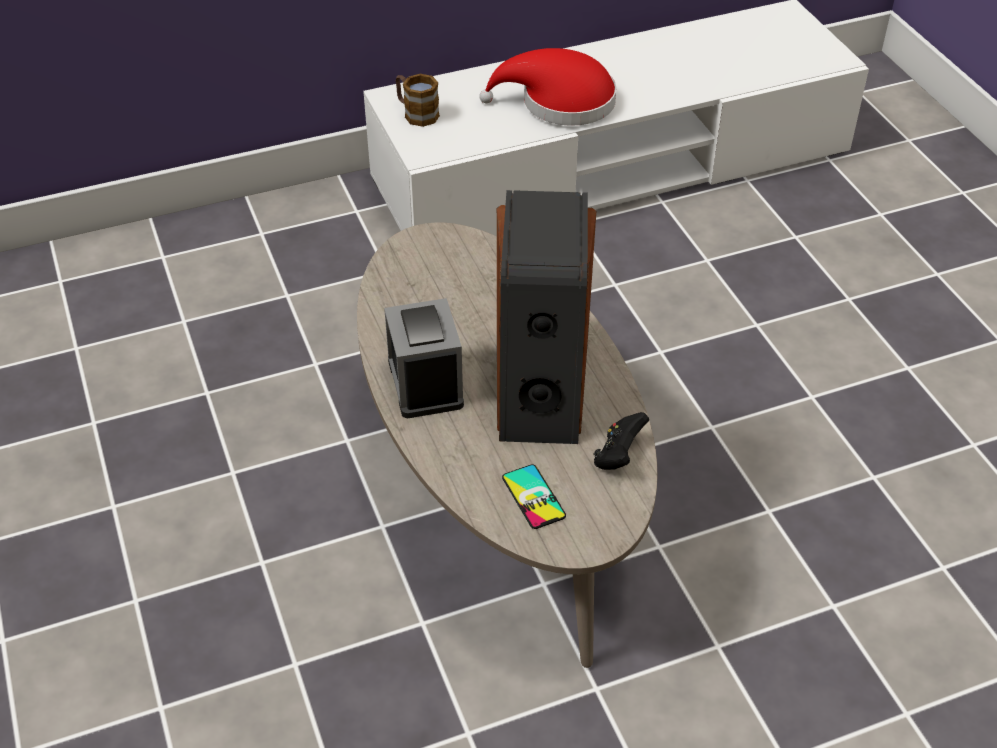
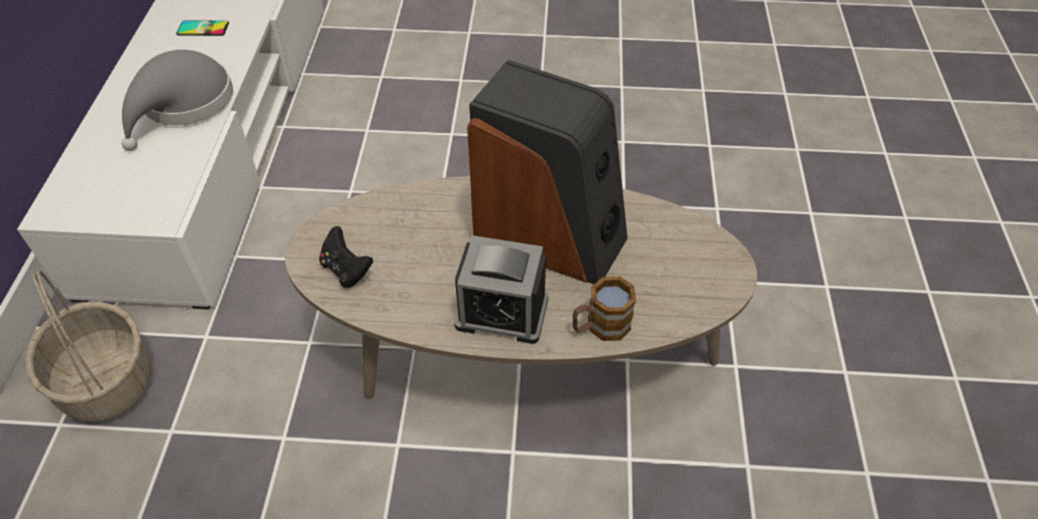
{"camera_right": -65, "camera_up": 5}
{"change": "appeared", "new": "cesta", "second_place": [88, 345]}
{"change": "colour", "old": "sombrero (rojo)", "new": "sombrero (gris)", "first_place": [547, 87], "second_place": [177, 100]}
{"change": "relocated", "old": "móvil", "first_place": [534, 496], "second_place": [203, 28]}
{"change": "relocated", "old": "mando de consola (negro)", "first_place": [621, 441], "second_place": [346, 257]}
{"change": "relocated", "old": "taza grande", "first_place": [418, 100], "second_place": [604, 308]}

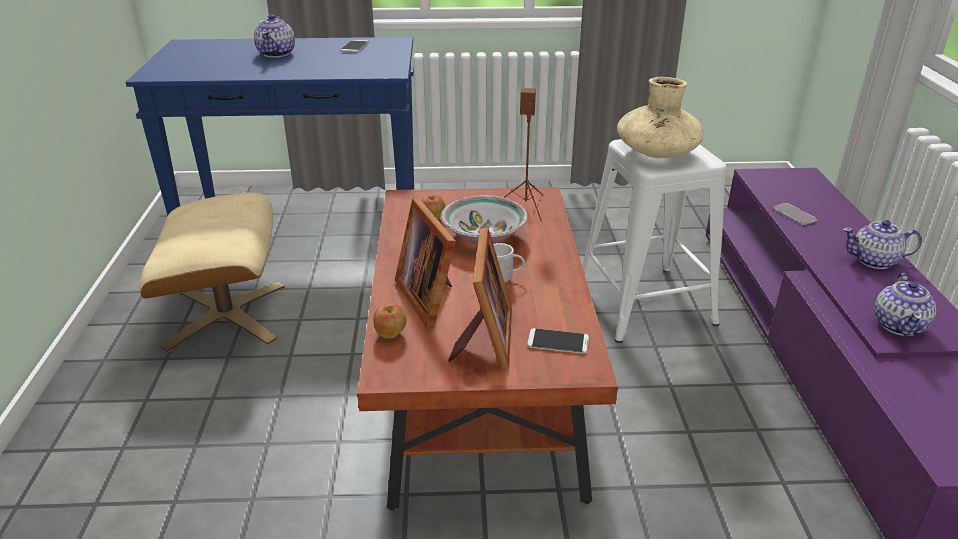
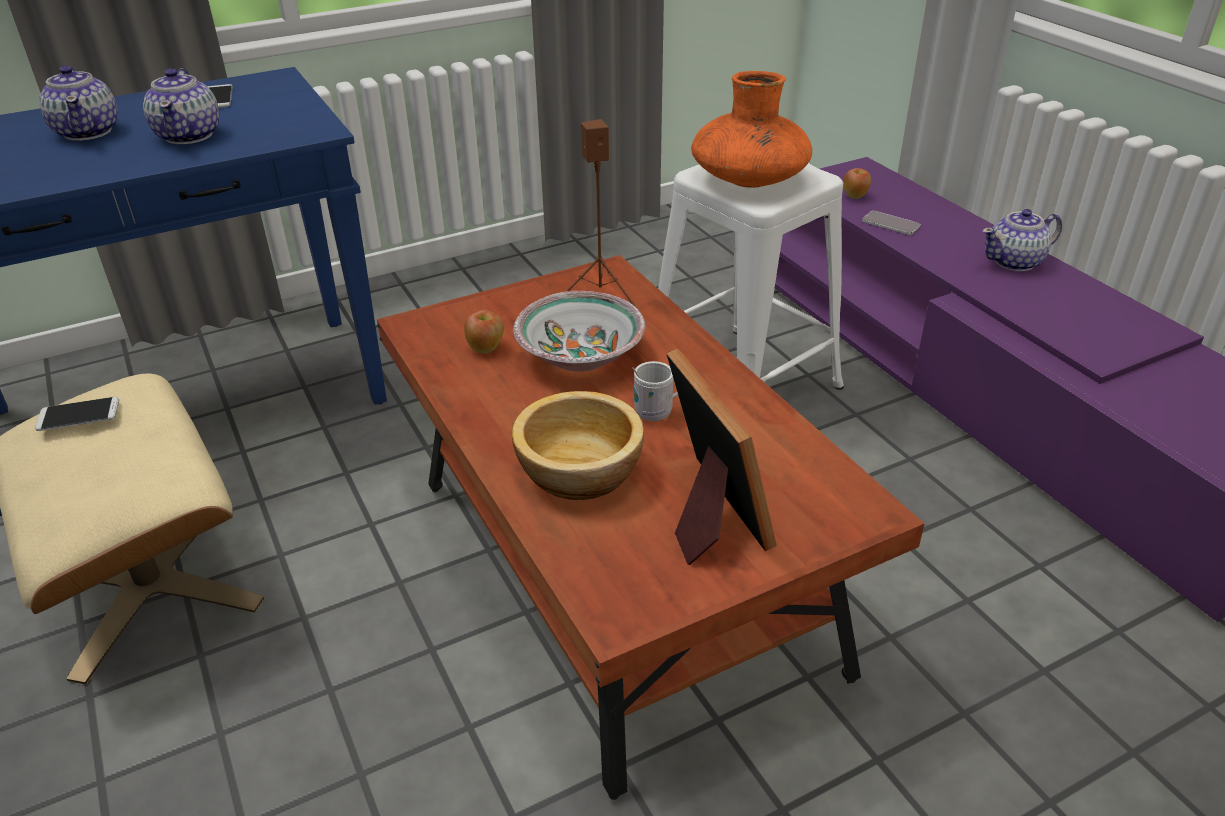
{"camera_right": -25, "camera_up": 5}
{"change": "relocated", "old": "móvil", "first_place": [558, 341], "second_place": [77, 414]}
{"change": "relocated", "old": "tetera", "first_place": [905, 304], "second_place": [181, 106]}
{"change": "exchanged", "old": "portarretratos", "new": "cuenco", "first_place": [425, 263], "second_place": [578, 445]}
{"change": "colour", "old": "florero (beis)", "new": "florero (naranja)", "first_place": [660, 118], "second_place": [751, 129]}
{"change": "relocated", "old": "manzana", "first_place": [390, 321], "second_place": [857, 183]}

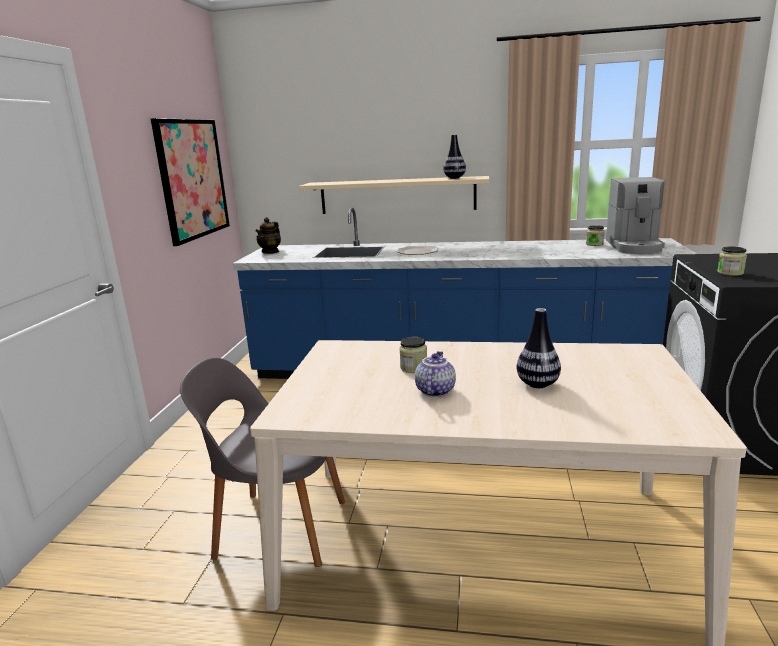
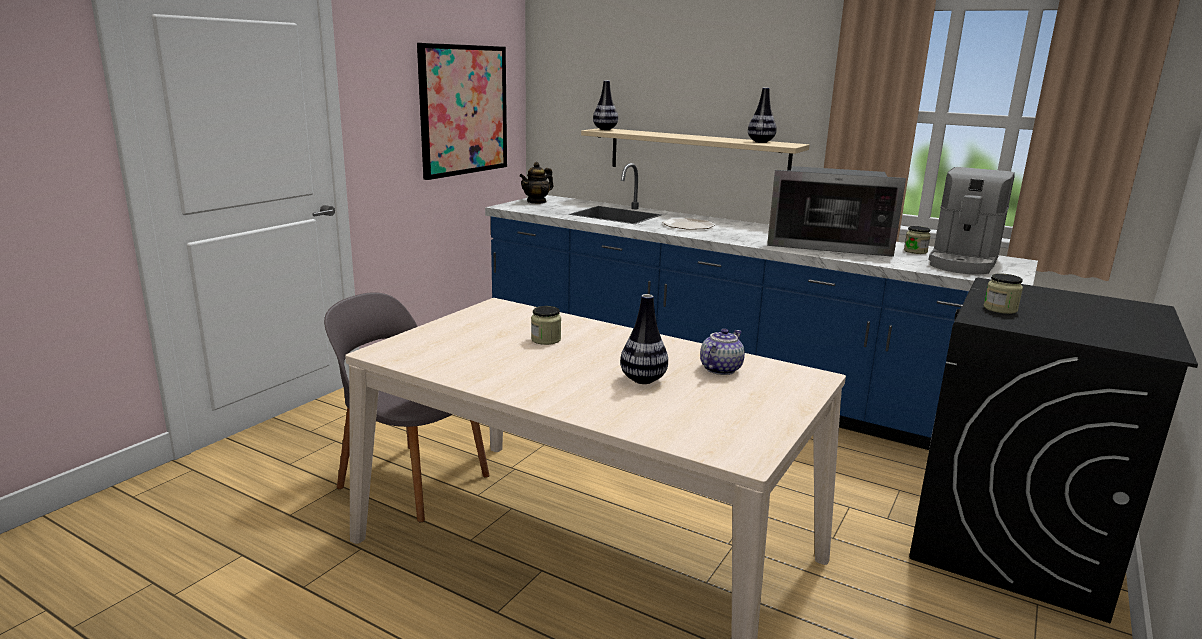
{"camera_right": 20, "camera_up": 0}
{"change": "appeared", "new": "florero", "second_place": [605, 105]}
{"change": "relocated", "old": "tetera", "first_place": [435, 374], "second_place": [722, 352]}
{"change": "appeared", "new": "microondas", "second_place": [836, 211]}

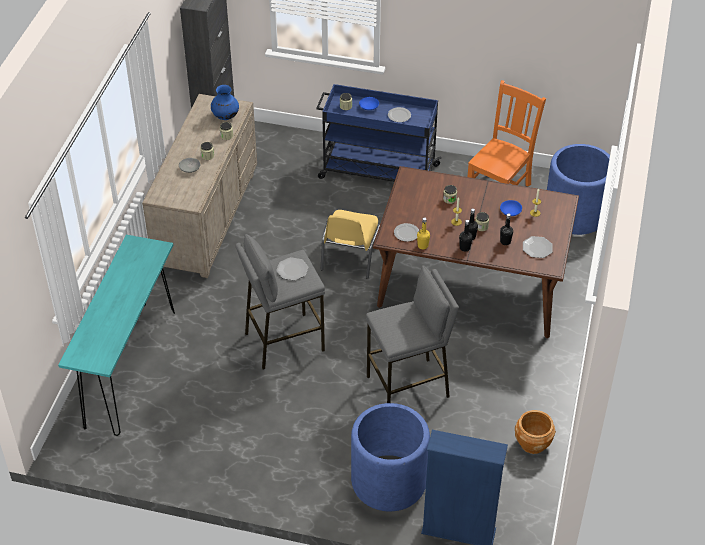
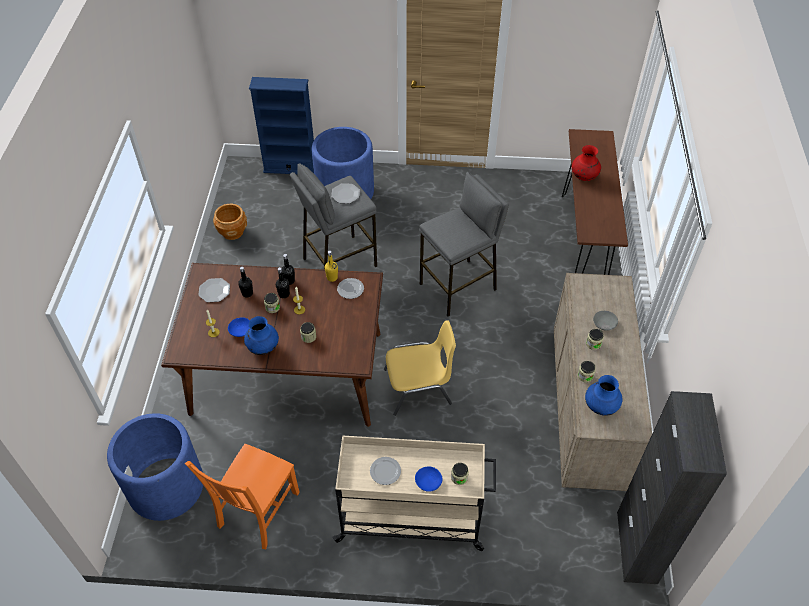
{"camera_right": 170, "camera_up": 5}
{"change": "appeared", "new": "florero (azul)", "second_place": [261, 335]}
{"change": "relocated", "old": "plato", "first_place": [292, 268], "second_place": [345, 193]}
{"change": "colour", "old": "carrito (azul)", "new": "carrito (beis)", "first_place": [379, 133], "second_place": [414, 493]}
{"change": "spun", "old": "silla (amarillo)", "first_place": [350, 244], "second_place": [420, 368], "degrees": 75}
{"change": "colour", "old": "mesa consola (turquesa)", "new": "mesa consola (marrón)", "first_place": [116, 335], "second_place": [595, 202]}
{"change": "appeared", "new": "florero (rojo)", "second_place": [586, 163]}

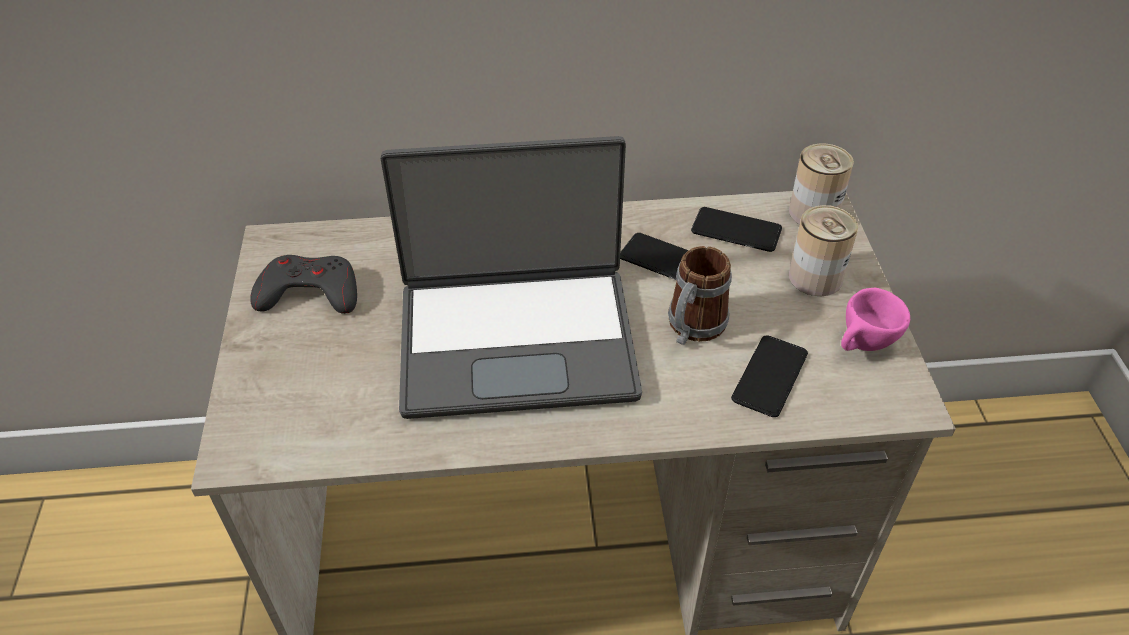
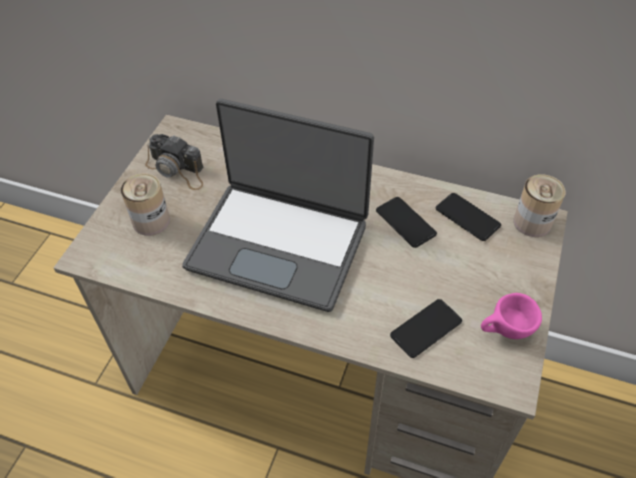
{"camera_right": 25, "camera_up": 5}
{"change": "relocated", "old": "lata", "first_place": [823, 250], "second_place": [145, 204]}
{"change": "exchanged", "old": "mando de consola (gris)", "new": "cámara", "first_place": [303, 284], "second_place": [174, 162]}
{"change": "missing", "old": "taza grande", "first_place": [700, 295]}

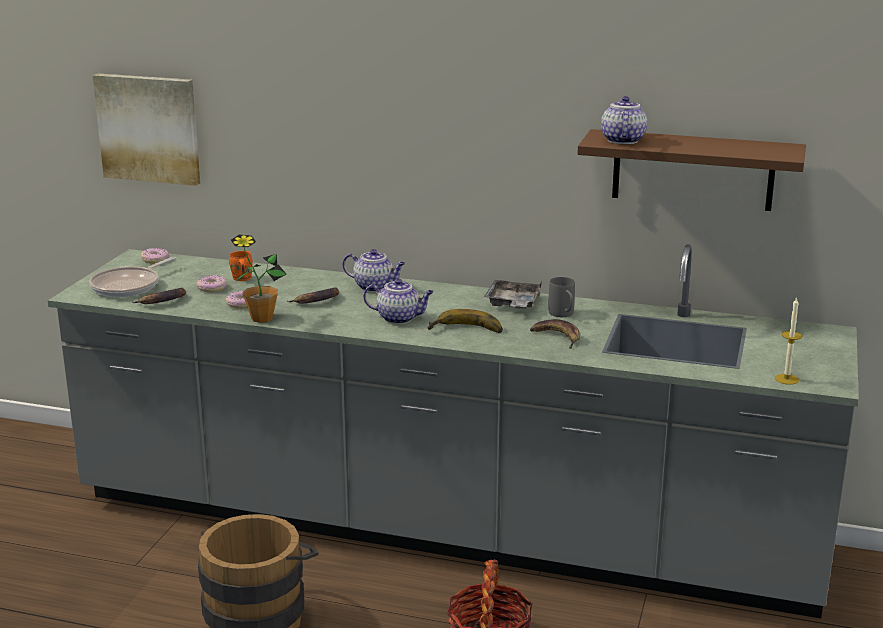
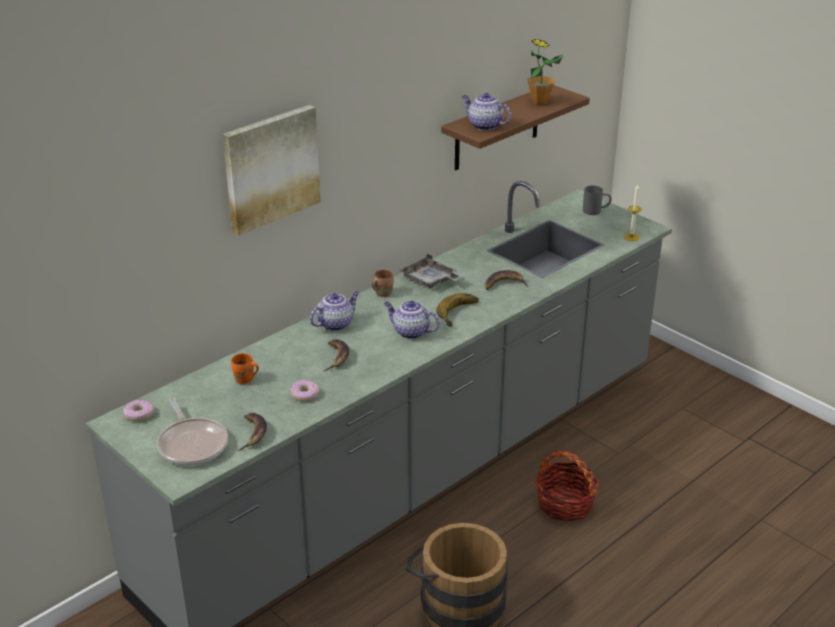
{"camera_right": -60, "camera_up": 10}
{"change": "relocated", "old": "cuadro", "first_place": [146, 130], "second_place": [272, 170]}
{"change": "appeared", "new": "taza grande (marrón)", "second_place": [383, 283]}
{"change": "spun", "old": "tetera", "first_place": [398, 301], "second_place": [412, 320], "degrees": -105}
{"change": "relocated", "old": "planta en maceta", "first_place": [259, 279], "second_place": [546, 72]}
{"change": "relocated", "old": "taza grande (gris)", "first_place": [561, 297], "second_place": [597, 200]}
{"change": "missing", "old": "rosquilla", "first_place": [212, 283]}

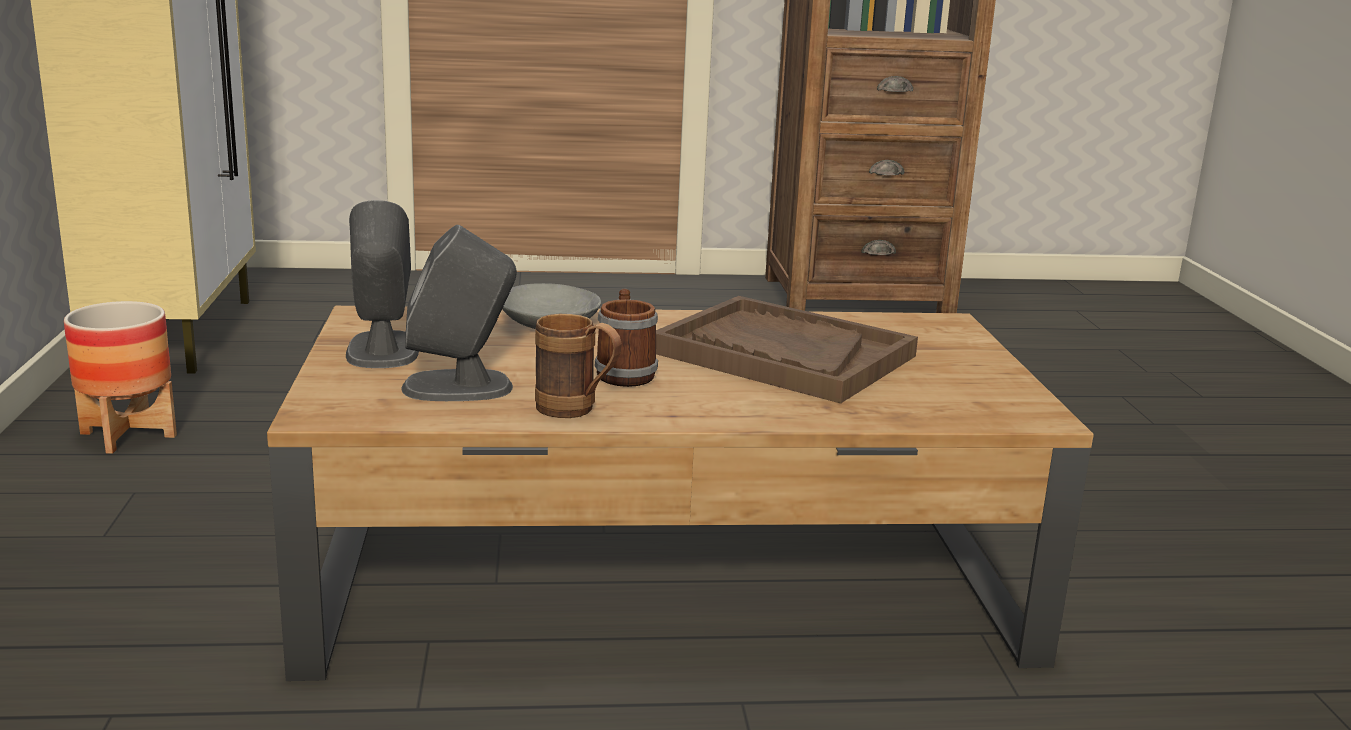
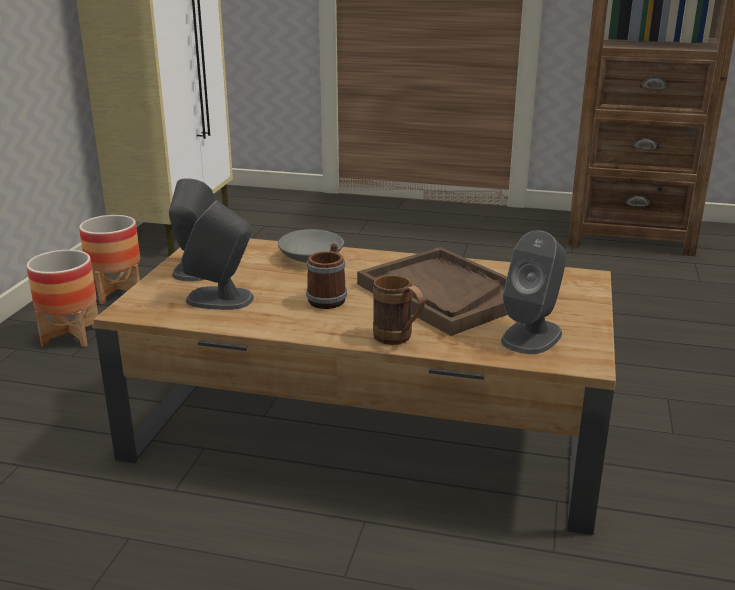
{"camera_right": 20, "camera_up": 5}
{"change": "appeared", "new": "maceta", "second_place": [62, 298]}
{"change": "relocated", "old": "taza grande (marrón)", "first_place": [578, 366], "second_place": [399, 310]}
{"change": "appeared", "new": "altavoz (gris)", "second_place": [533, 292]}

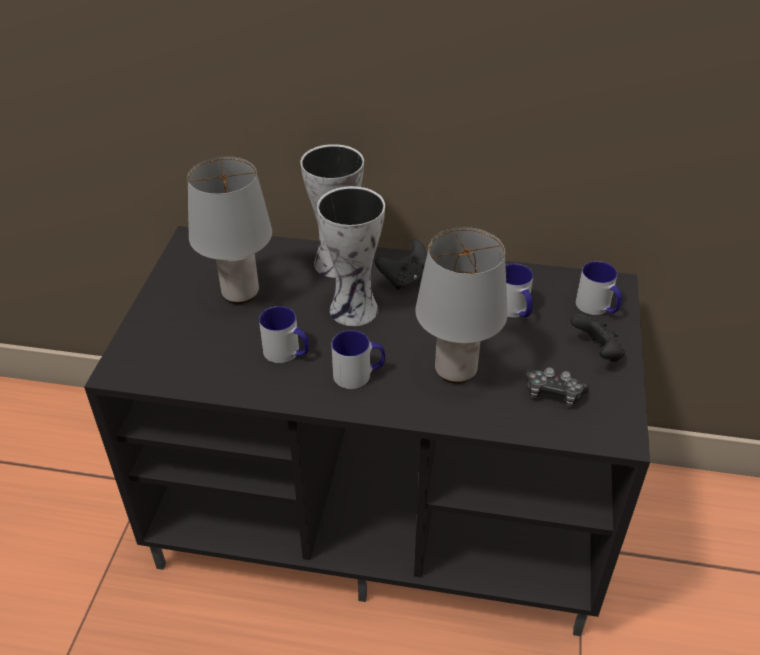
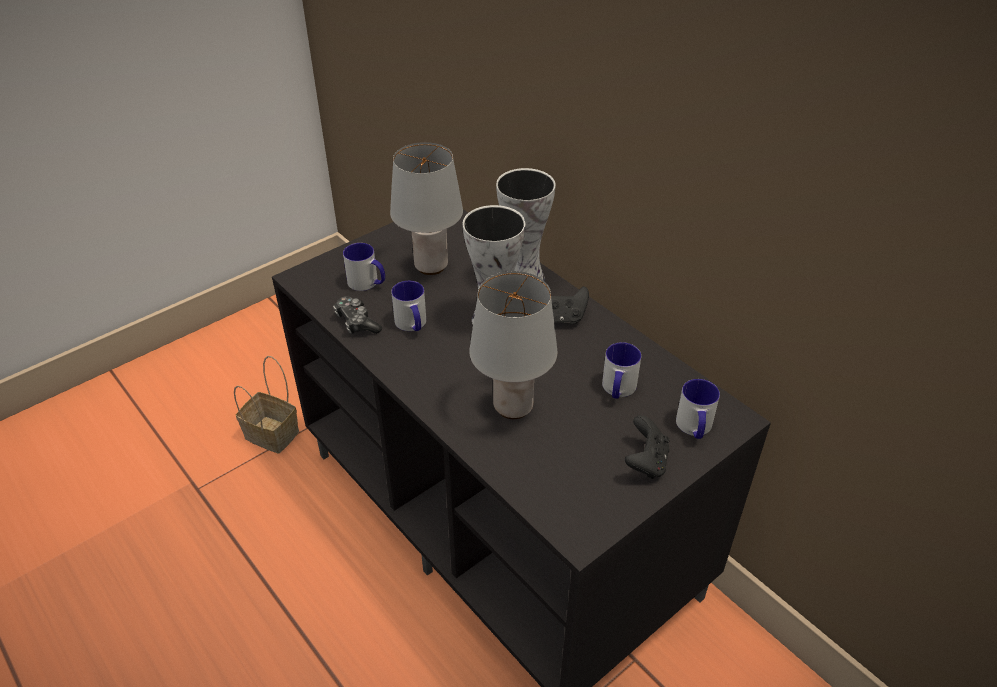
{"camera_right": 40, "camera_up": 0}
{"change": "appeared", "new": "cesta", "second_place": [266, 404]}
{"change": "relocated", "old": "mando de consola", "first_place": [557, 387], "second_place": [357, 315]}
{"change": "relocated", "old": "taza grande", "first_place": [358, 359], "second_place": [364, 267]}

